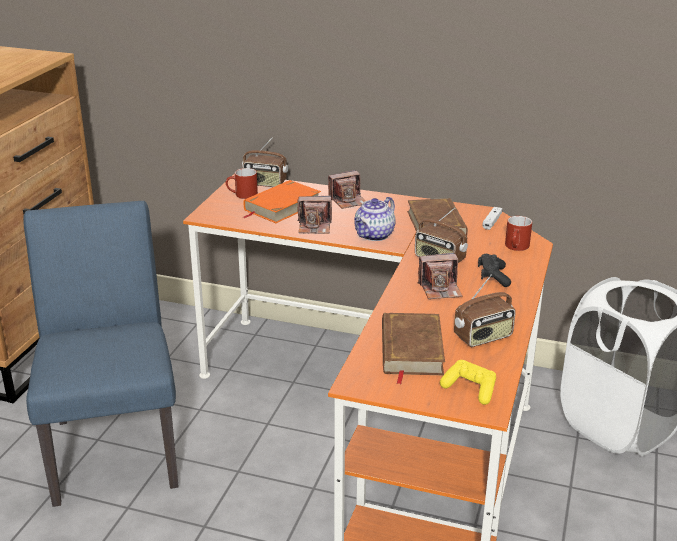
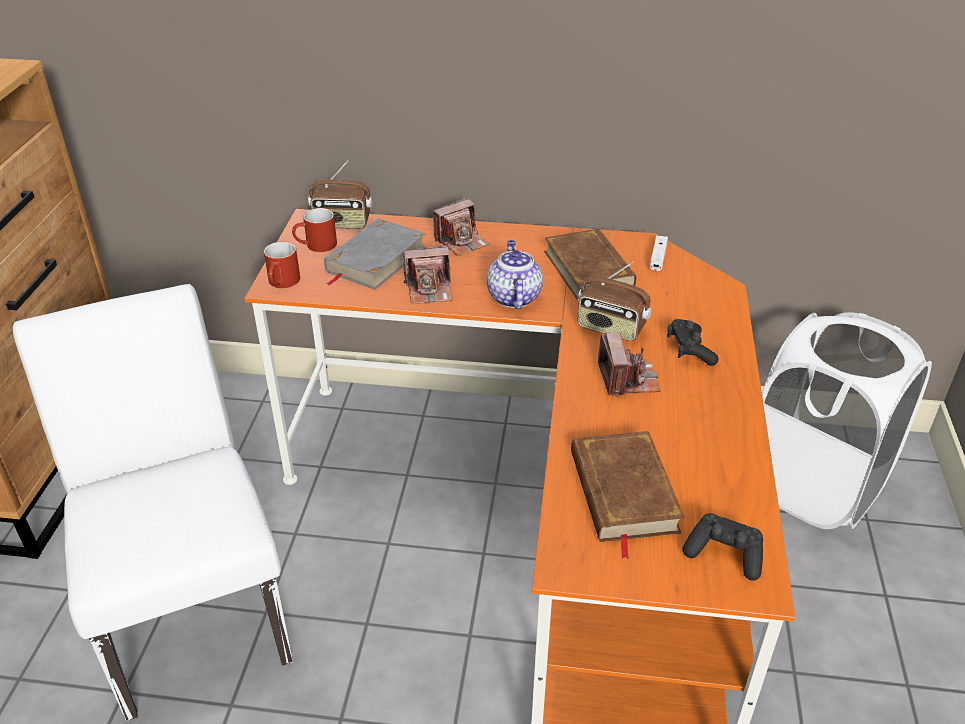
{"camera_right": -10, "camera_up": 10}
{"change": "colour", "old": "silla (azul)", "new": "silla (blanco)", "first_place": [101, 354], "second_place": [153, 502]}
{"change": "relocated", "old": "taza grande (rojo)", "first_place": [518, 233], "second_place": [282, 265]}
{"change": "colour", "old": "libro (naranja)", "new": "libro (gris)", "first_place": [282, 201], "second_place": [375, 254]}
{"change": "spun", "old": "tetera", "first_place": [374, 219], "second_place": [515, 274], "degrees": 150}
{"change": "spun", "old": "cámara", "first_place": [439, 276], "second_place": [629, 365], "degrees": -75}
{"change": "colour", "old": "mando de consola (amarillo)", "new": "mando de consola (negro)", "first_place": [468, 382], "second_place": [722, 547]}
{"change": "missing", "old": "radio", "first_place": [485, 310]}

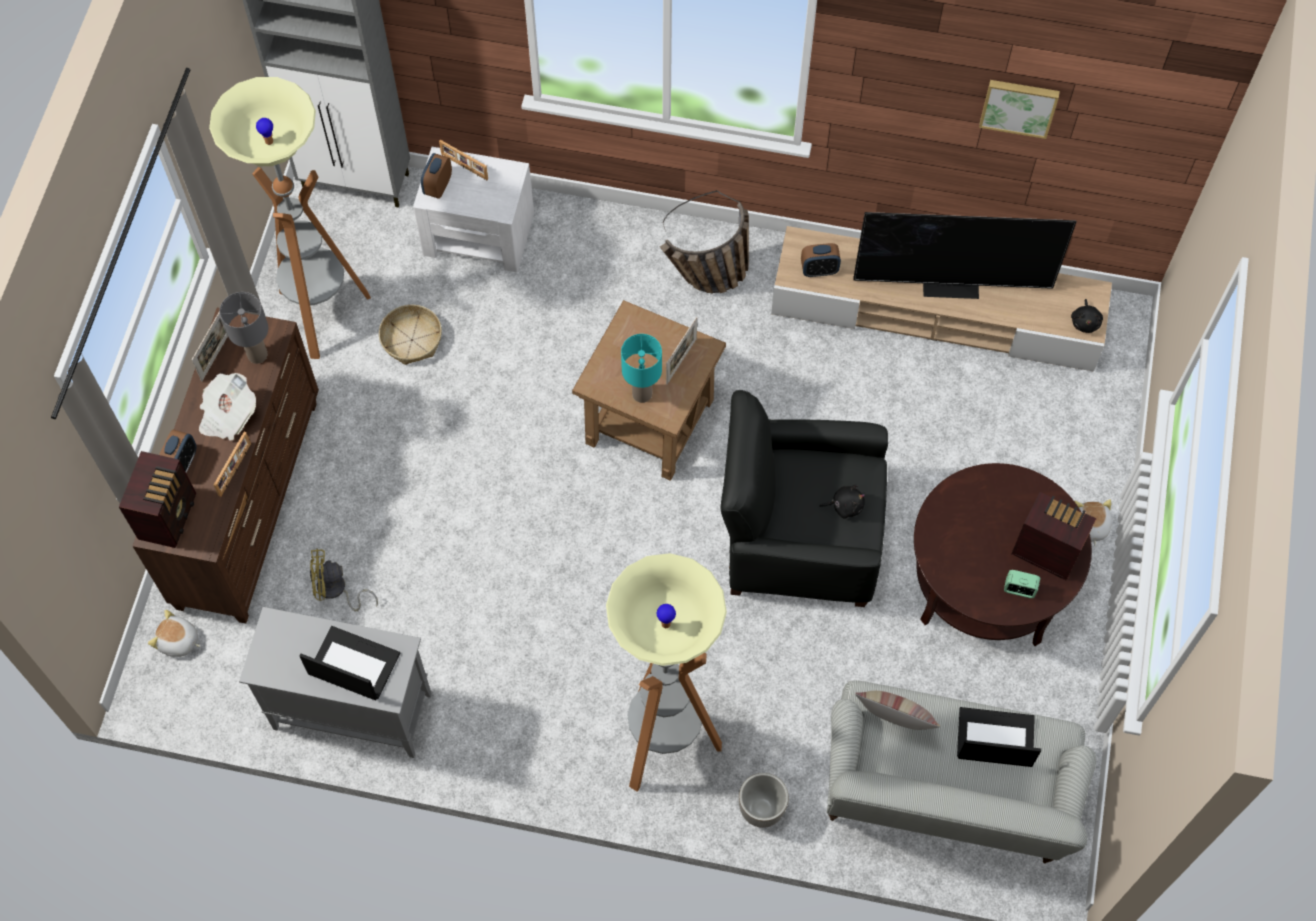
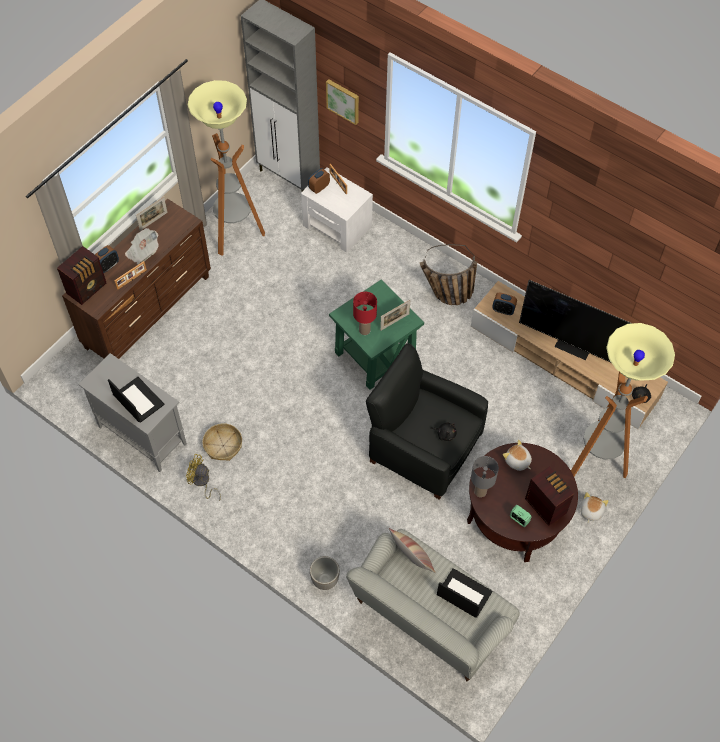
{"camera_right": 25, "camera_up": -5}
{"change": "relocated", "old": "ventilador (amarillo)", "first_place": [344, 580], "second_place": [203, 477]}
{"change": "relocated", "old": "cesta", "first_place": [410, 335], "second_place": [222, 442]}
{"change": "relocated", "old": "cuadro", "first_place": [1019, 109], "second_place": [342, 102]}
{"change": "colour", "old": "mesa auxiliar (marrón)", "new": "mesa auxiliar (verde)", "first_place": [649, 390], "second_place": [376, 334]}
{"change": "colour", "old": "lámpara de mesa (turquesa)", "new": "lámpara de mesa (rojo)", "first_place": [641, 368], "second_place": [365, 313]}
{"change": "relocated", "old": "lámpara de mesa (gris)", "first_place": [244, 328], "second_place": [485, 476]}
{"change": "relocated", "old": "peluche", "first_place": [174, 633], "second_place": [517, 455]}
{"change": "relocated", "old": "lámpara de pie", "first_place": [666, 672], "second_place": [623, 400]}

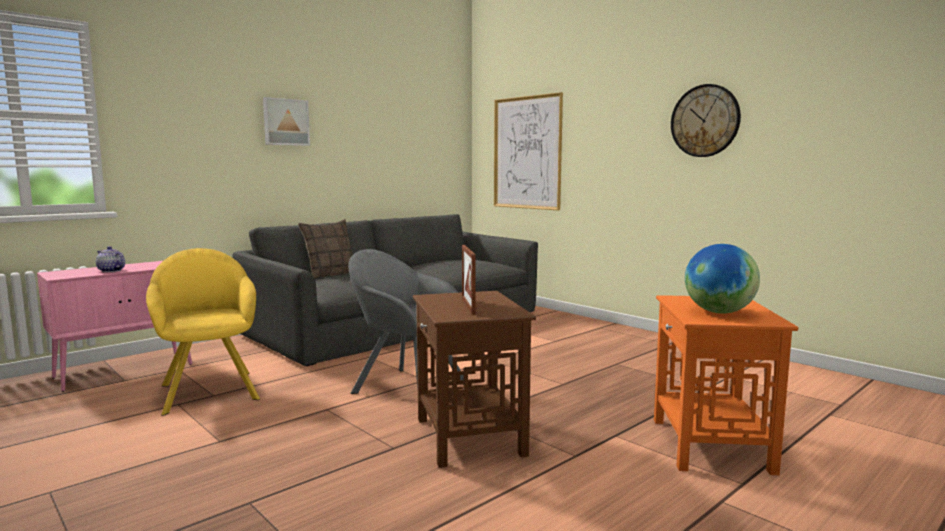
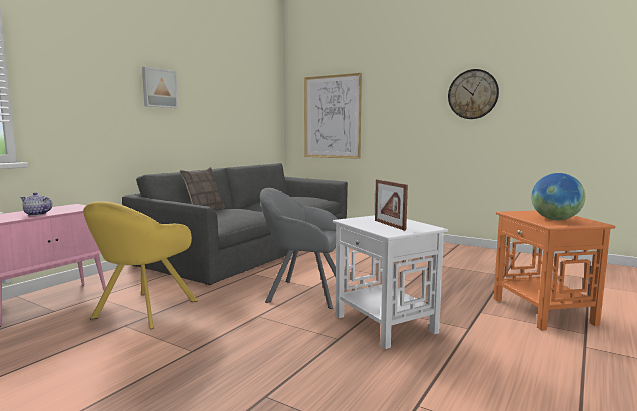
{"camera_right": -15, "camera_up": 0}
{"change": "spun", "old": "sillón (amarillo)", "first_place": [203, 332], "second_place": [140, 265], "degrees": -120}
{"change": "colour", "old": "mesa auxiliar (marrón)", "new": "mesa auxiliar (blanco)", "first_place": [474, 379], "second_place": [390, 282]}

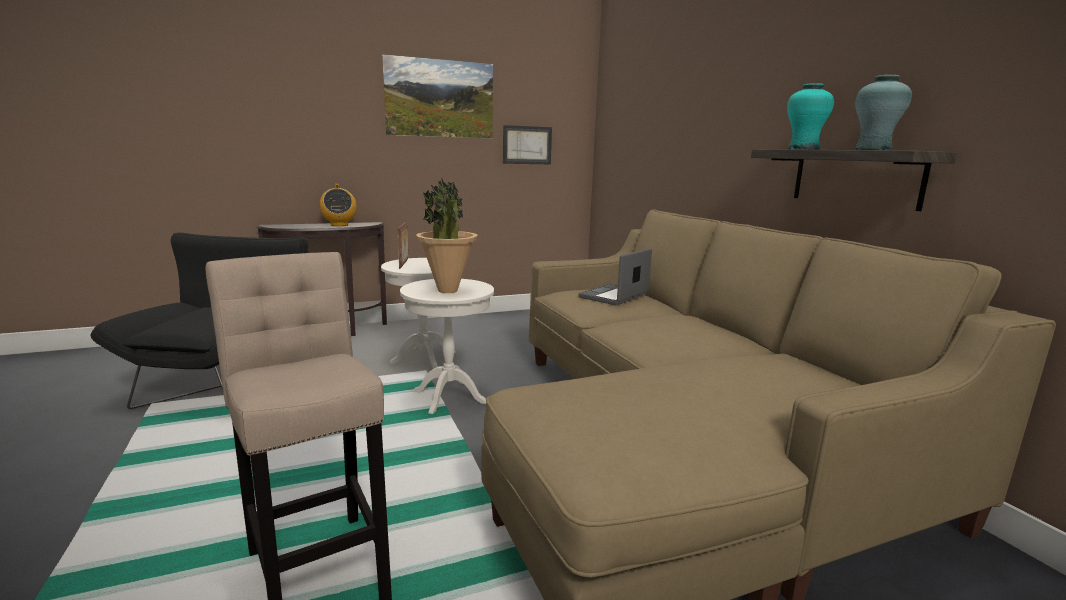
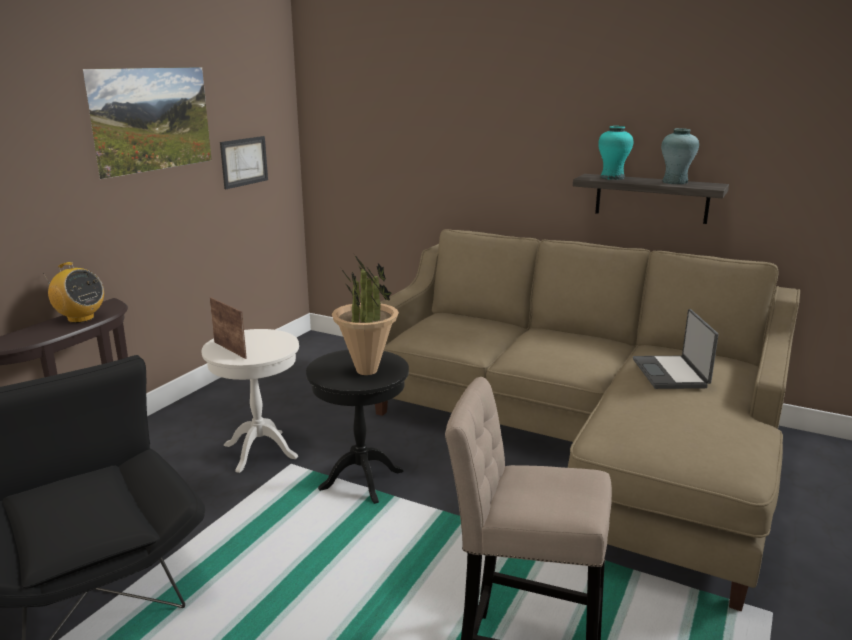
{"camera_right": -40, "camera_up": 5}
{"change": "colour", "old": "mesa auxiliar (blanco)", "new": "mesa auxiliar (negro)", "first_place": [447, 346], "second_place": [357, 427]}
{"change": "relocated", "old": "portátil", "first_place": [615, 276], "second_place": [675, 349]}

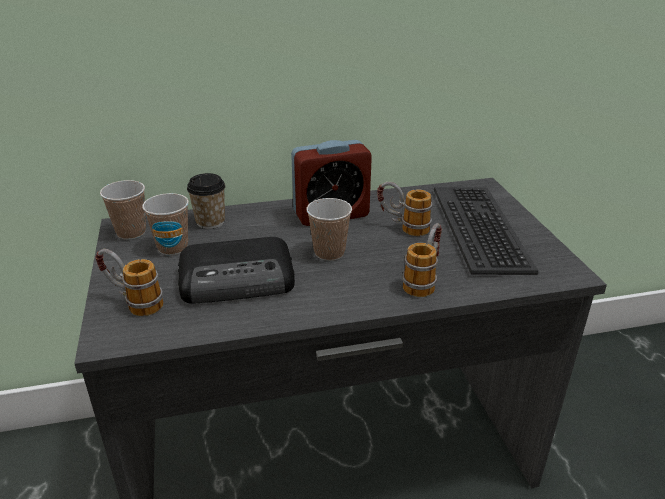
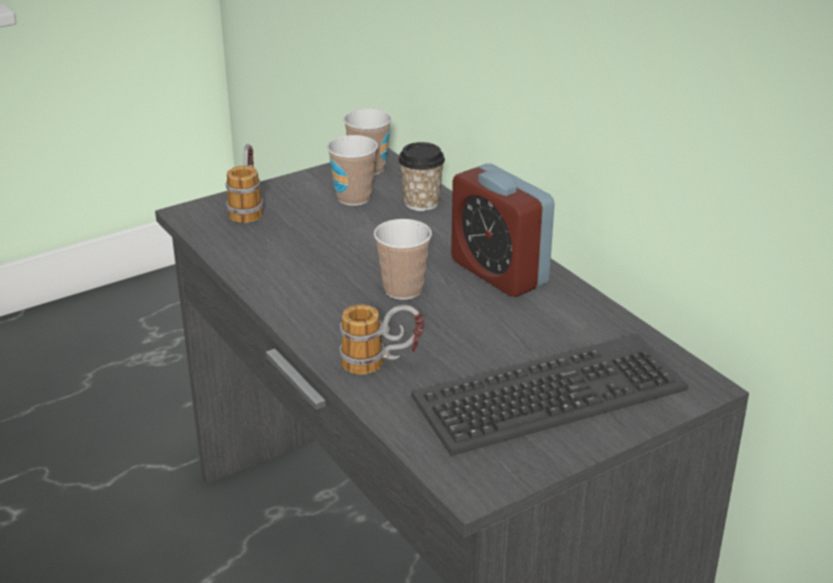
{"camera_right": 70, "camera_up": 0}
{"change": "missing", "old": "radio", "first_place": [236, 270]}
{"change": "missing", "old": "taza grande", "first_place": [404, 209]}

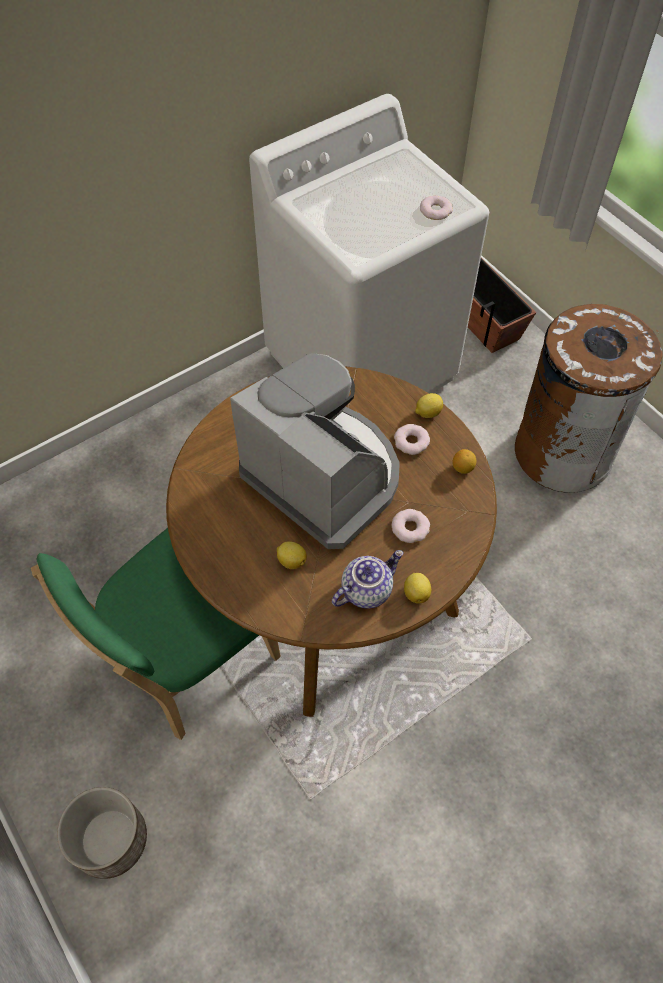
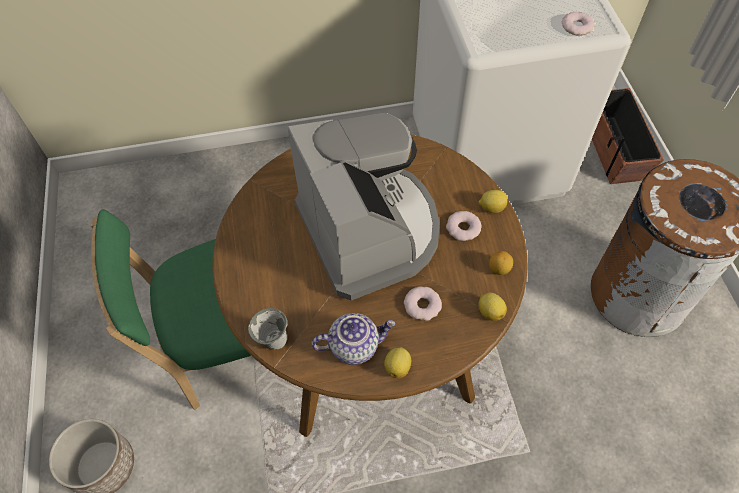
{"camera_right": 25, "camera_up": 0}
{"change": "appeared", "new": "taza grande (gris)", "second_place": [267, 329]}
{"change": "relocated", "old": "limón", "first_place": [292, 555], "second_place": [492, 306]}

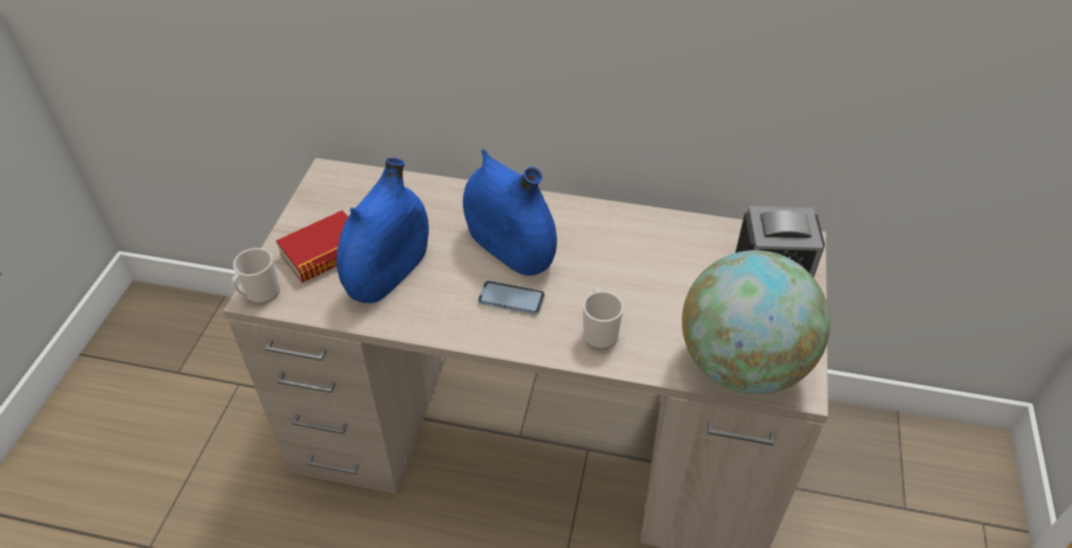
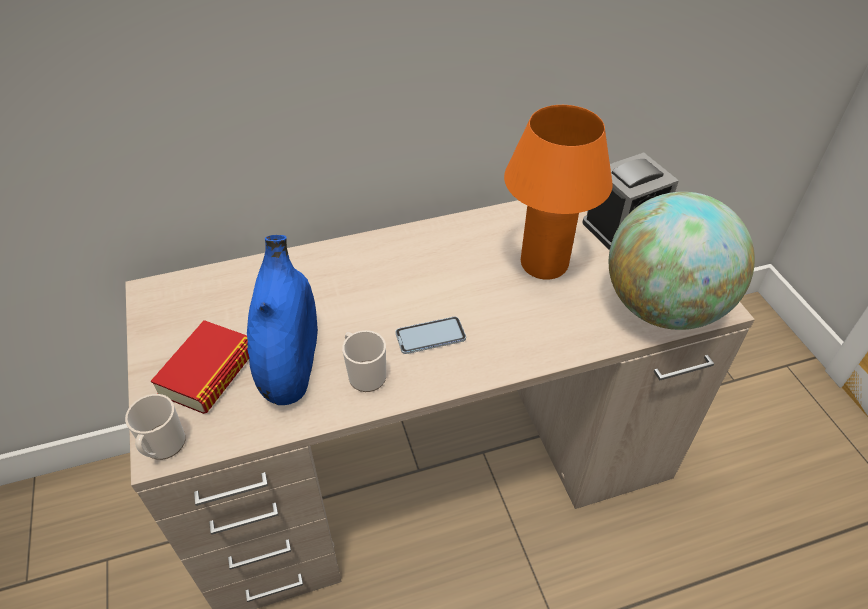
{"camera_right": -30, "camera_up": 0}
{"change": "relocated", "old": "taza grande", "first_place": [603, 319], "second_place": [364, 361]}
{"change": "appeared", "new": "lámpara de mesa (naranja)", "second_place": [558, 192]}
{"change": "missing", "old": "florero (azul)", "first_place": [510, 212]}

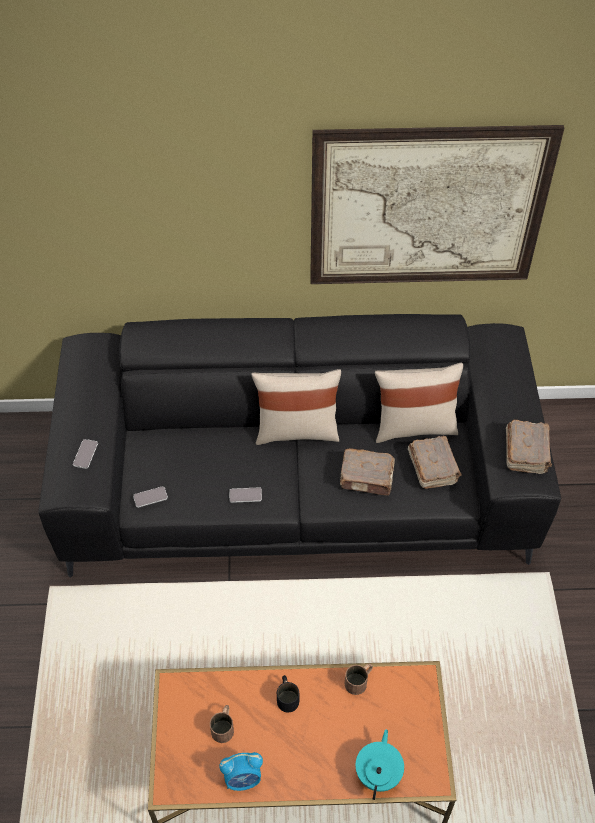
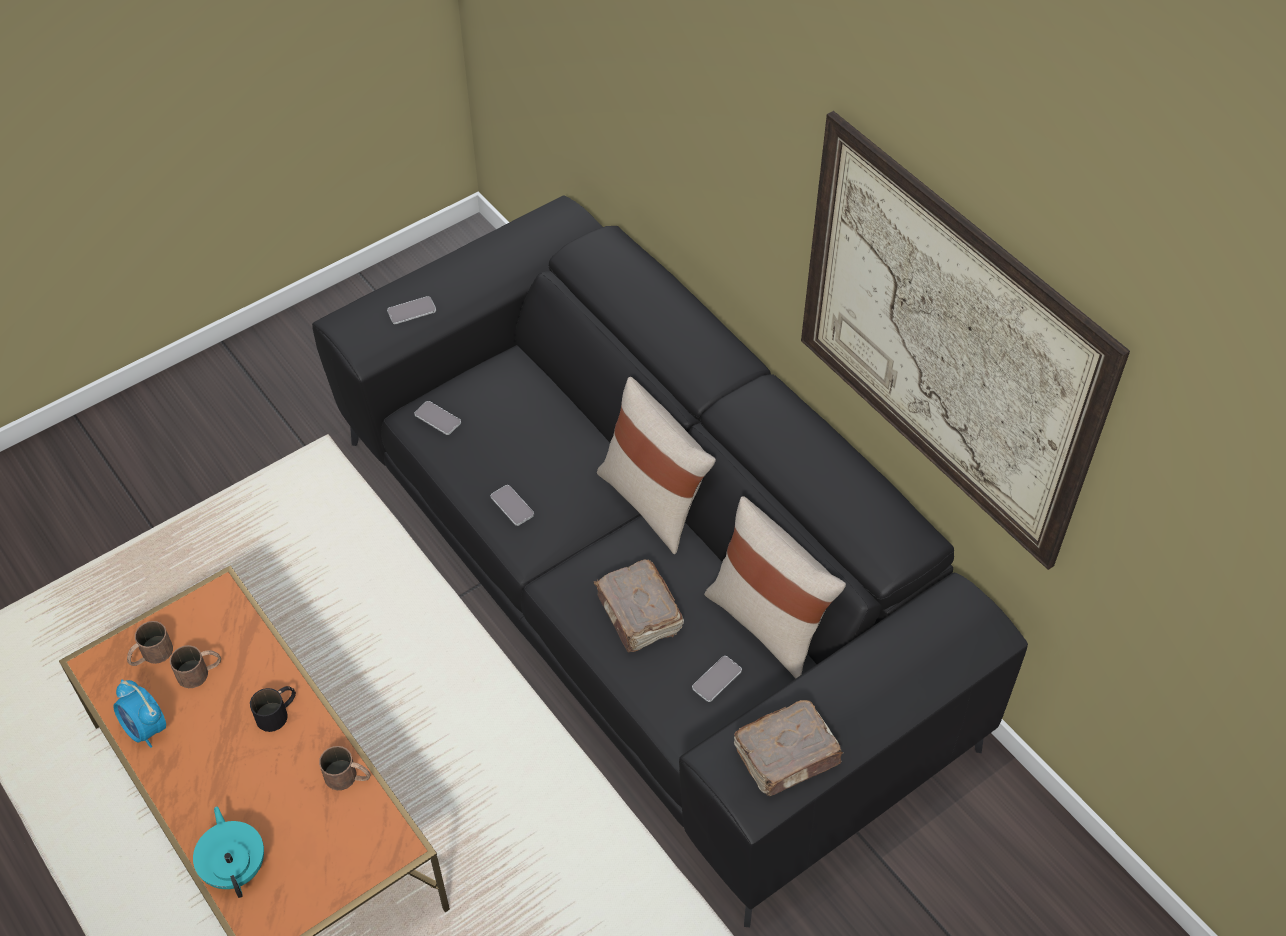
{"camera_right": 55, "camera_up": 0}
{"change": "appeared", "new": "taza grande (marrón)", "second_place": [150, 643]}
{"change": "spun", "old": "tetera (turquesa)", "first_place": [380, 764], "second_place": [228, 852], "degrees": -90}
{"change": "exchanged", "old": "libro (marrón)", "new": "móvil", "first_place": [435, 462], "second_place": [717, 679]}

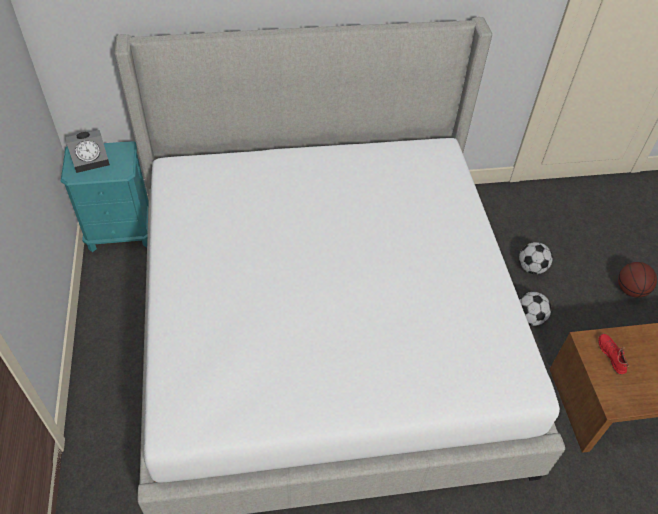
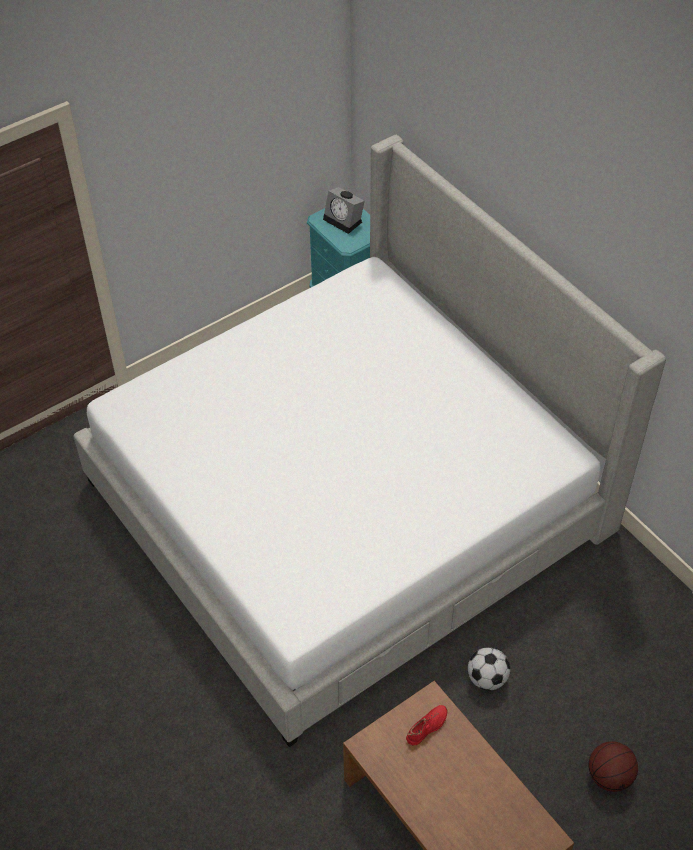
{"camera_right": 65, "camera_up": 0}
{"change": "missing", "old": "balón de fútbol", "first_place": [536, 258]}

